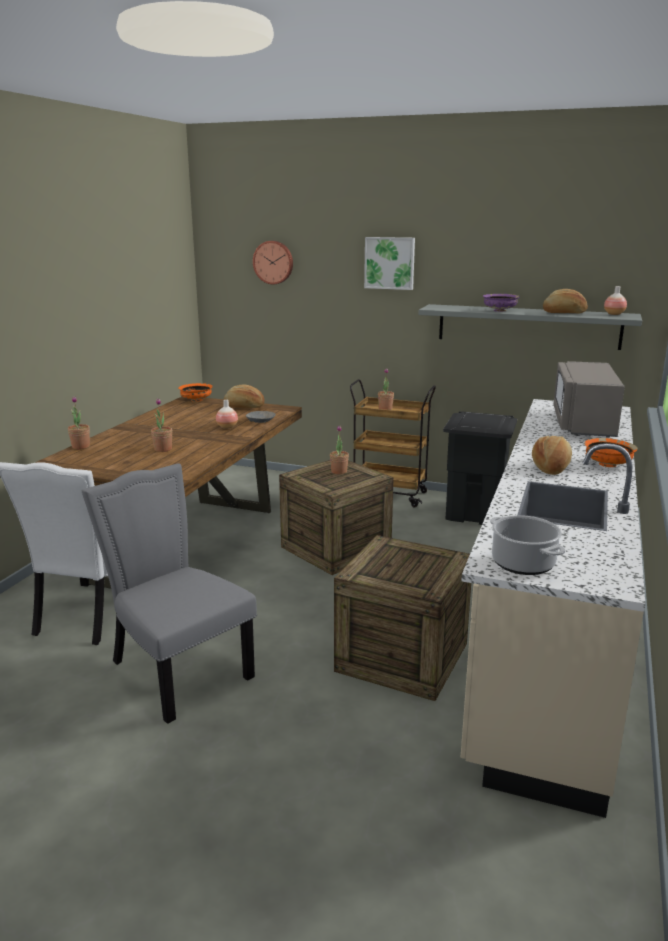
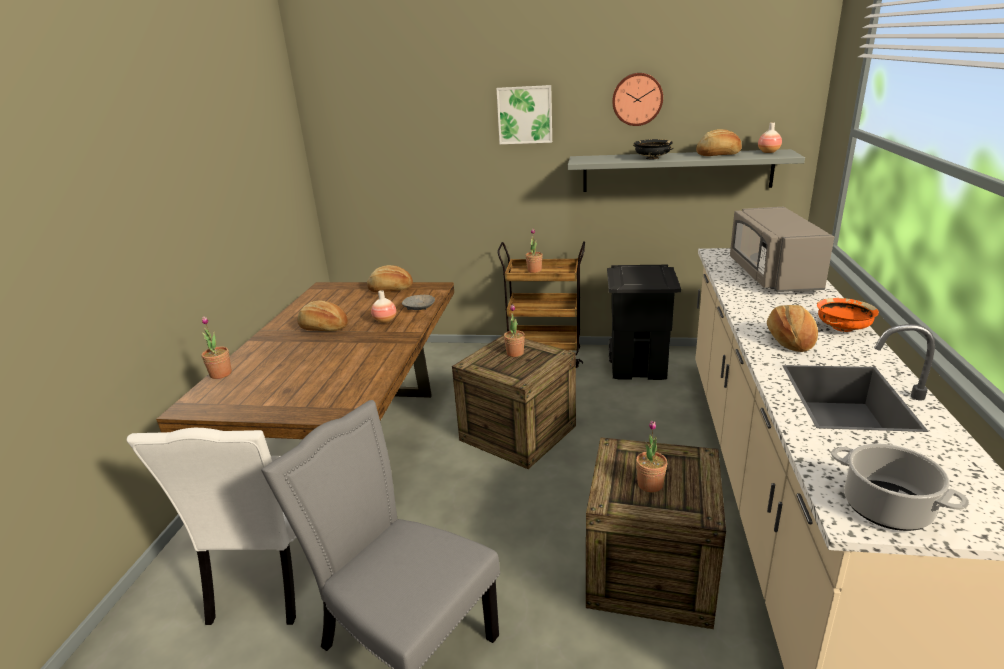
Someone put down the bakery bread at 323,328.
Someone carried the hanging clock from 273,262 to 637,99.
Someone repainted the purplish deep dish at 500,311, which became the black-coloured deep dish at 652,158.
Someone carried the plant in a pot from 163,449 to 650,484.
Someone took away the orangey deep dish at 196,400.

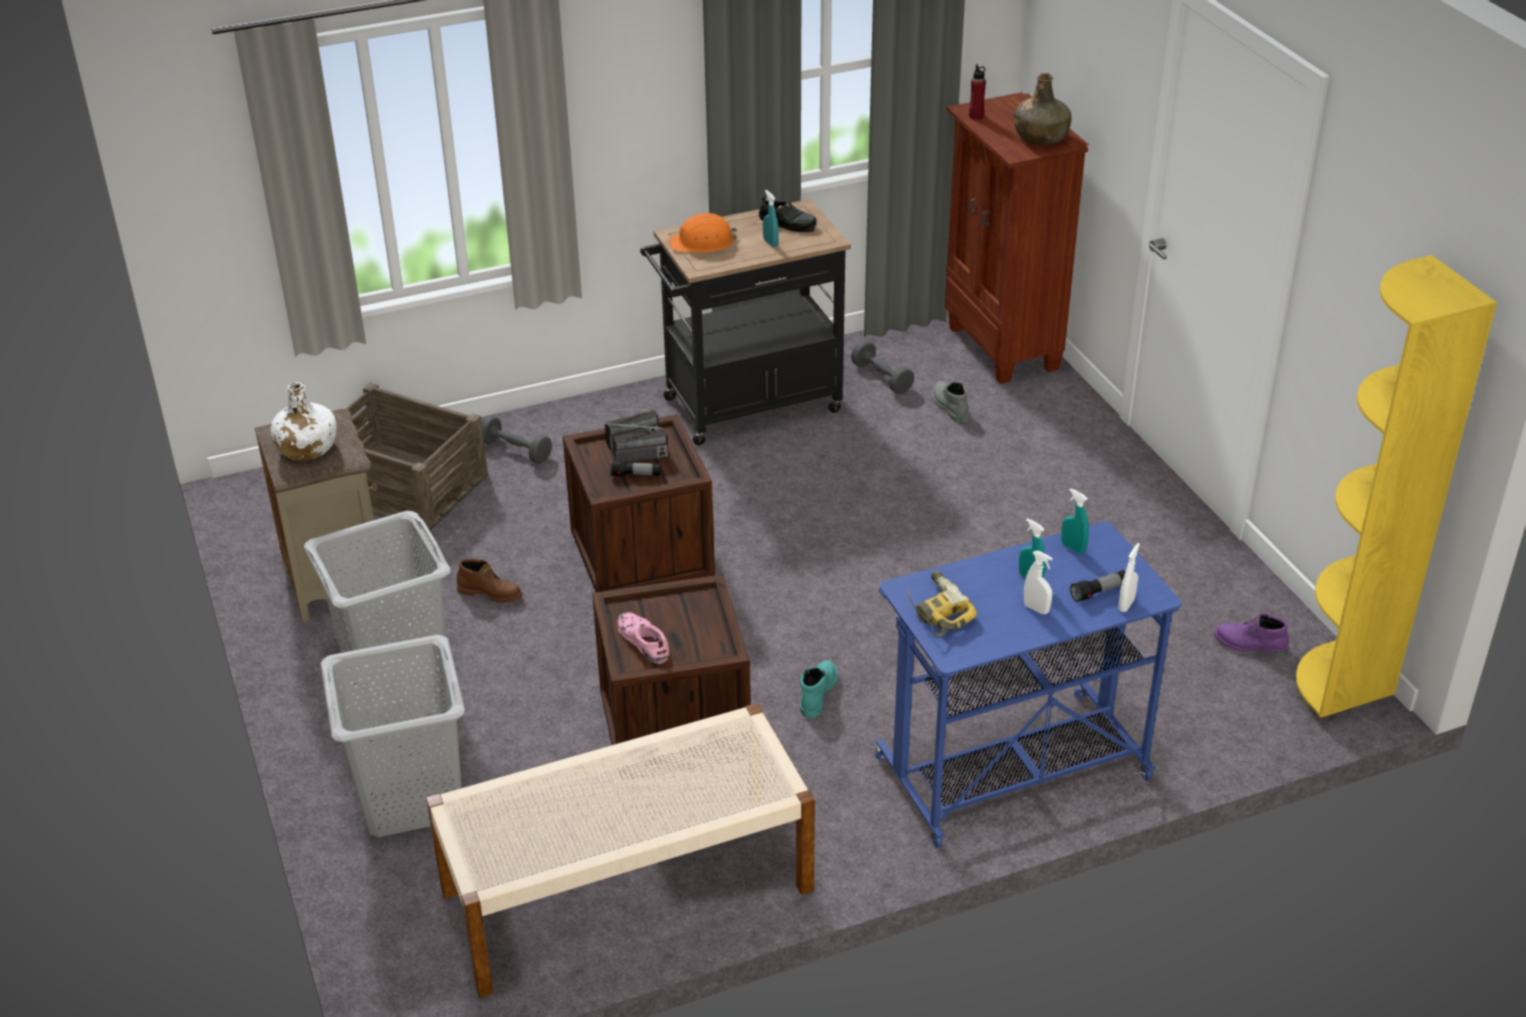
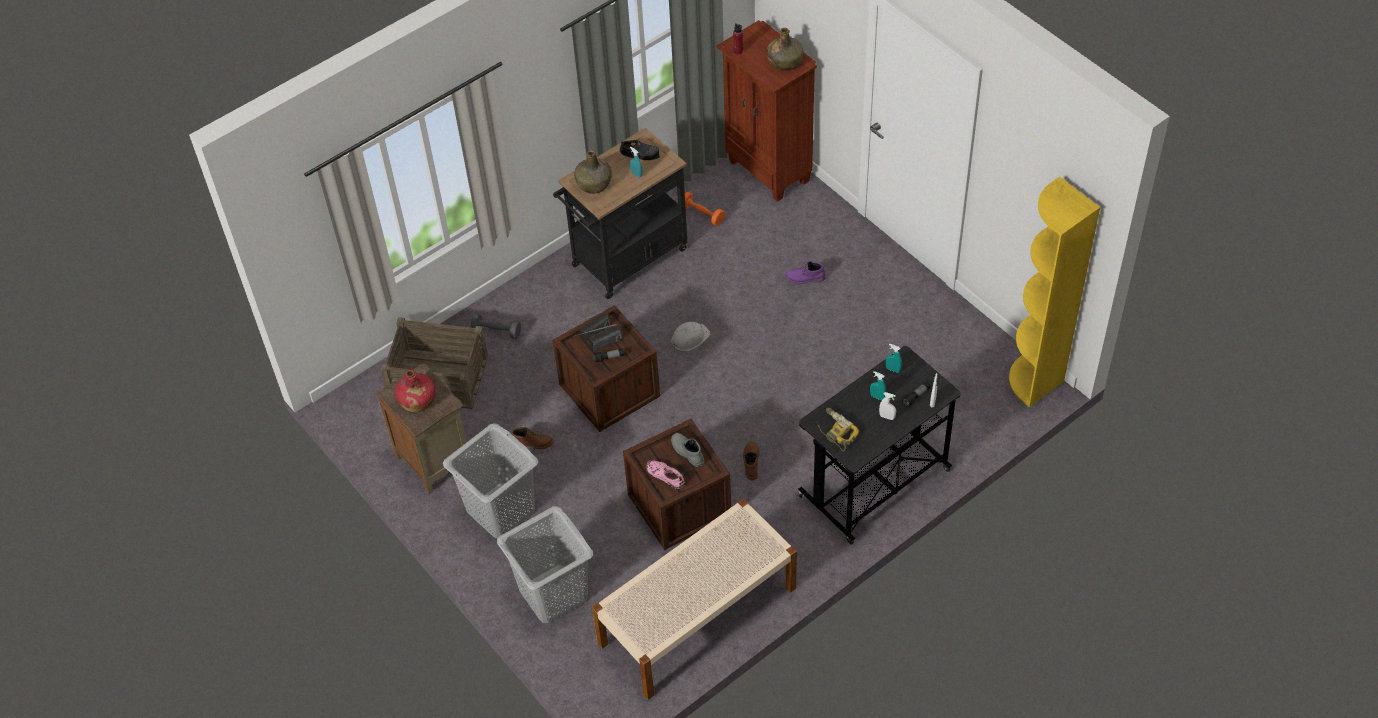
Someone repainted the whitish drink bottle at 306,448, which became the red-coloured drink bottle at 417,400.
Someone swapped the orangey hard hat at 703,242 for the greenish drink bottle at 594,184.
Someone carried the greyish tall boot from 949,406 to 687,452.
Someone put down the whitish hard hat at 689,338.
Someone repainted the greyish free weight at 882,378, which became the orangey free weight at 702,215.
Someone repainted the turquoise-coloured tall boot at 817,693, which became the brown-coloured tall boot at 750,462.
Someone carried the purplish tall boot from 1249,645 to 805,278.
Someone repainted the bluish desk unit at 1012,769, which became the black-coloured desk unit at 874,484.

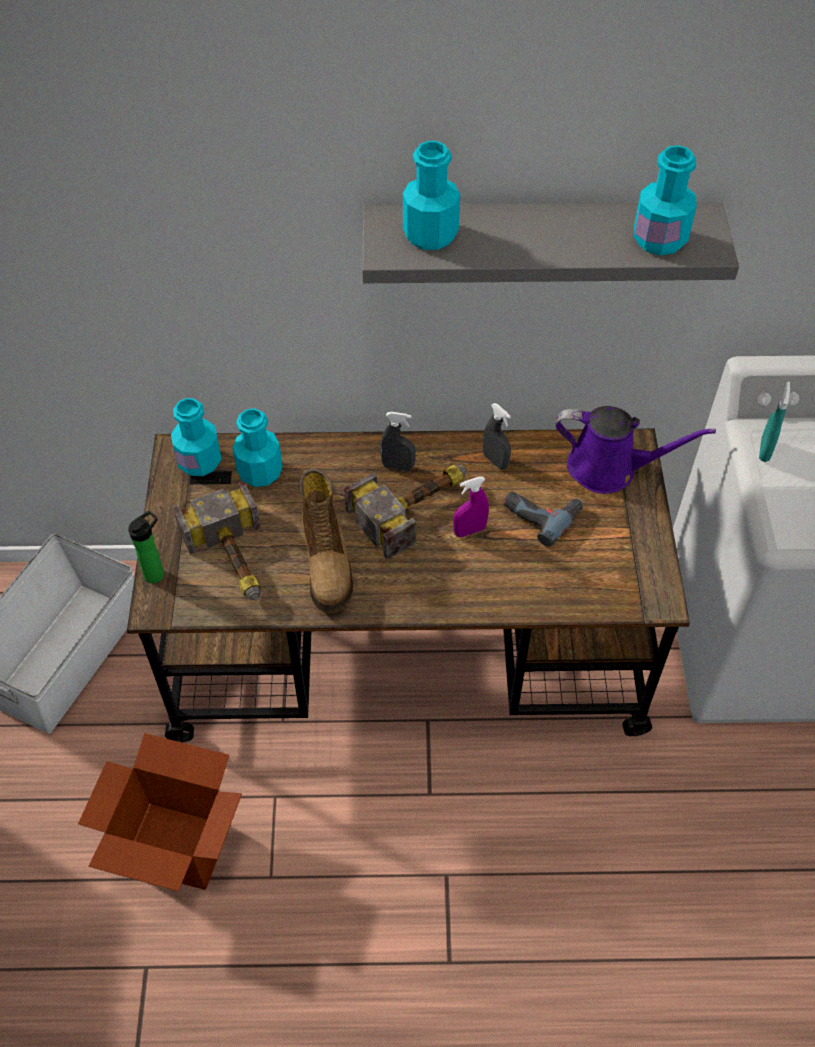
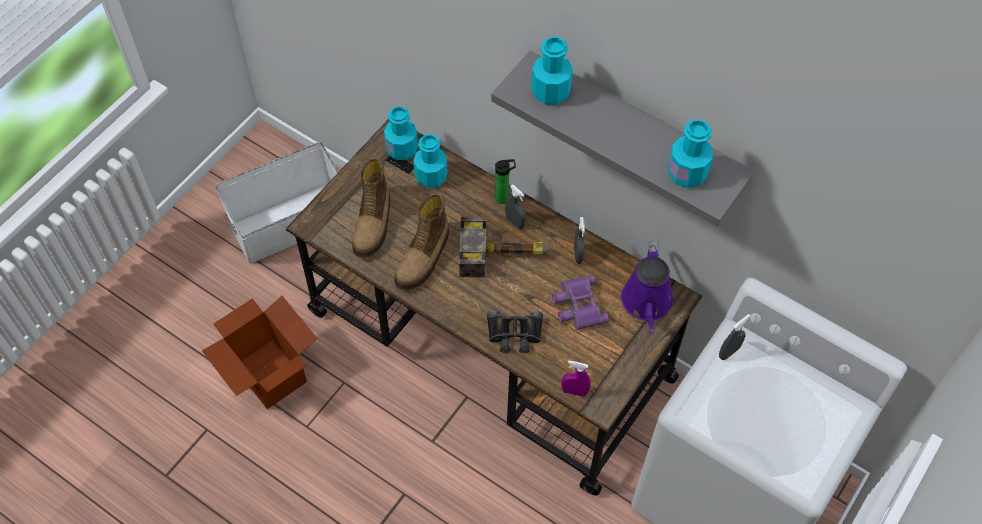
Someone swapped the hand hammer at 235,561 for the tall boot at 373,224.
Someone put down the black-coloured binoculars at 514,334.
Someone carried the drink bottle from 157,573 to 504,198.
Someone swapped the power drill at 541,513 for the purplish binoculars at 577,305.
Someone carried the purplish sprayer from 469,530 to 574,391.
Someone rotated the purplish watering can at 609,468 by 45 degrees clockwise.
Someone repainted the turquoise-coloured sprayer at 765,450, which became the greyish sprayer at 729,352.

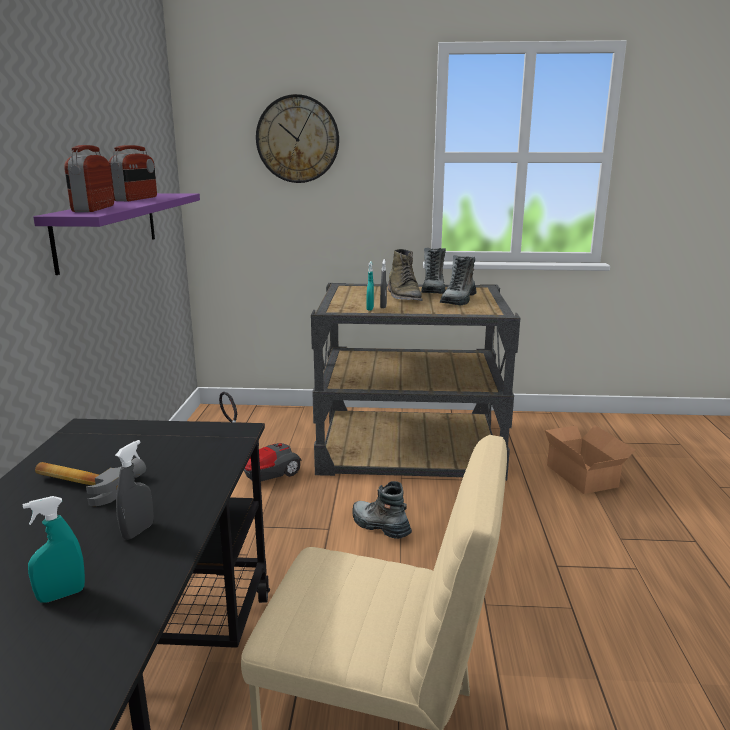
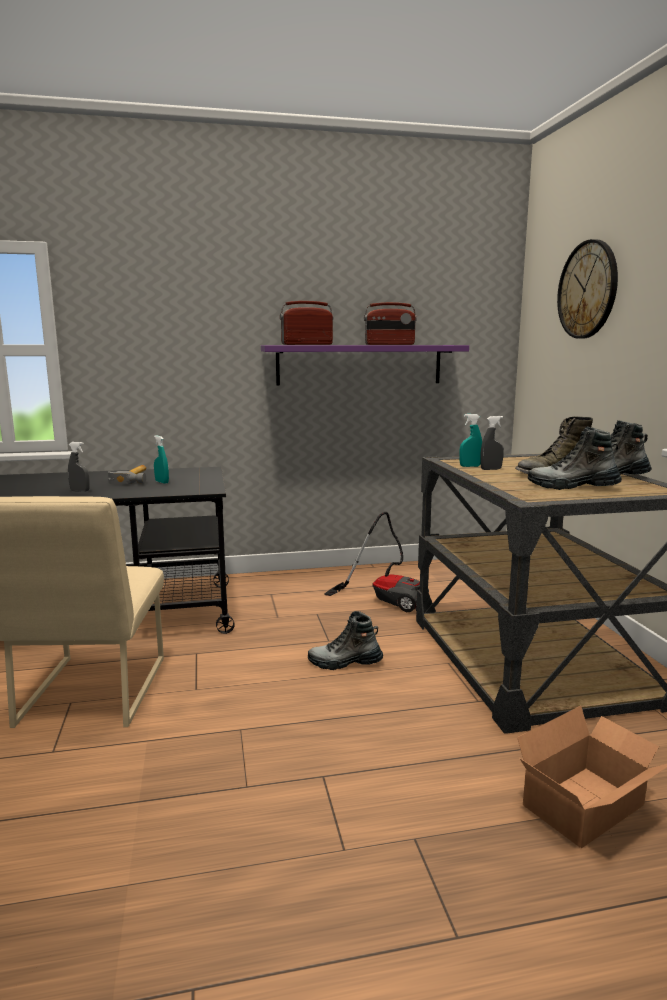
Someone carried the turquoise-coloured sprayer from 61,595 to 162,482.
Someone rotated the tall boot at 380,526 by 120 degrees counterclockwise.

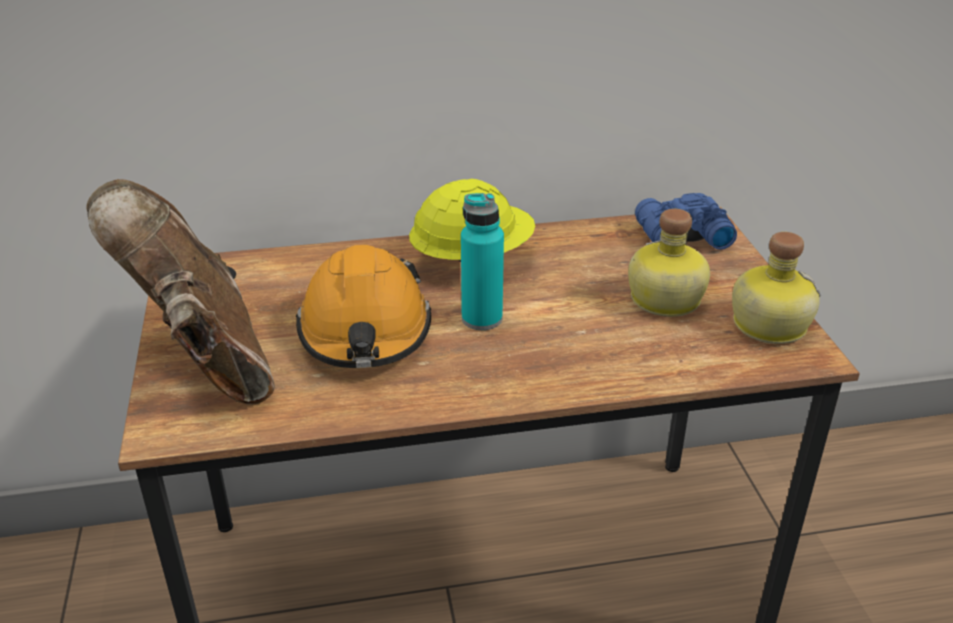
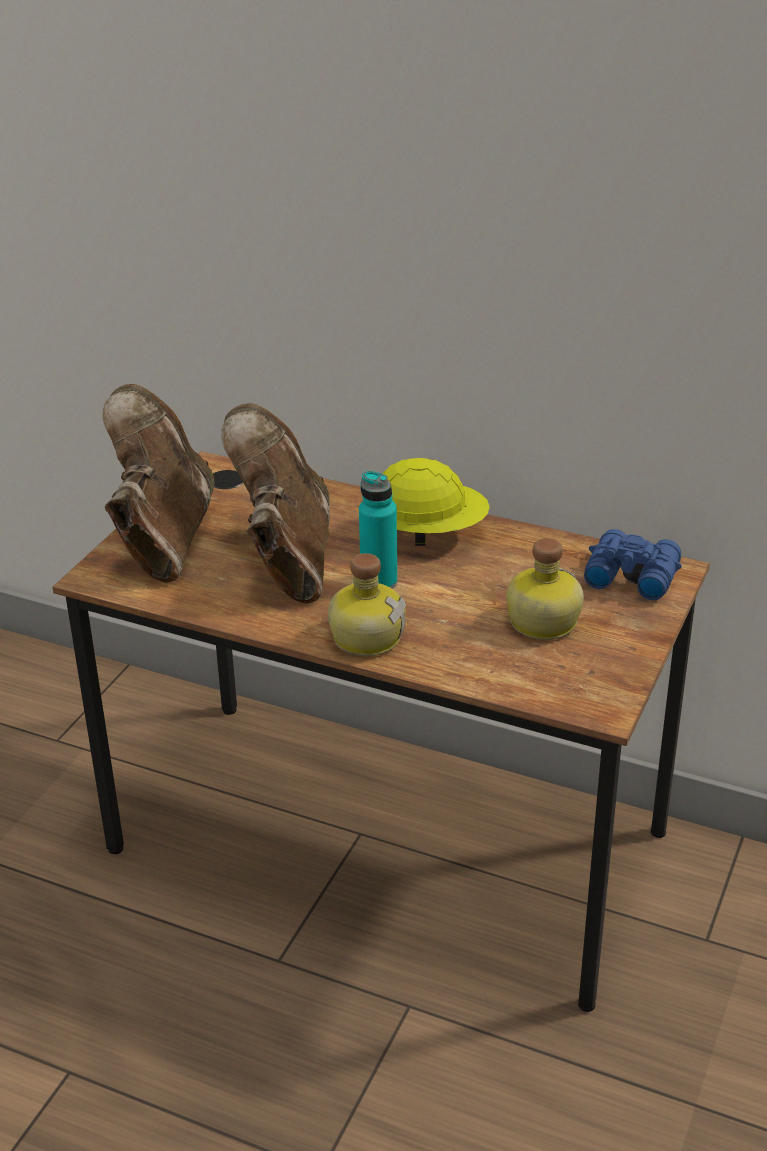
Someone swapped the orangey hard hat at 365,331 for the brown-coloured tall boot at 286,559.
Someone carried the drink bottle from 766,324 to 366,636.

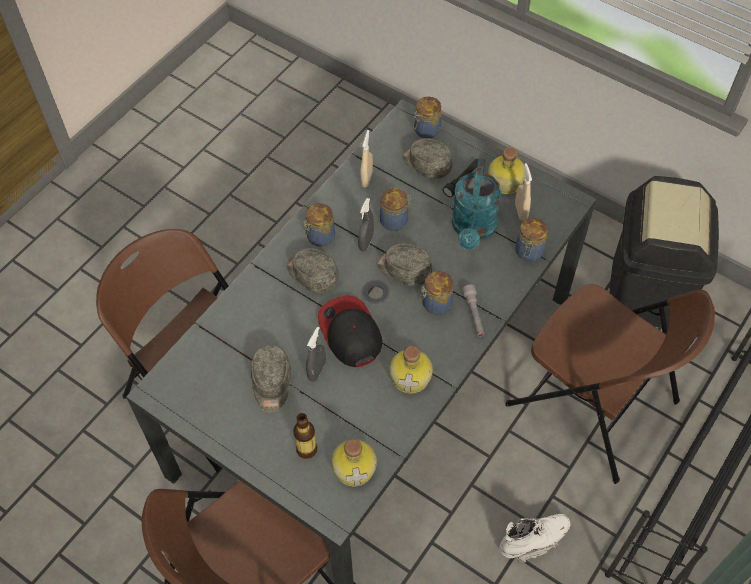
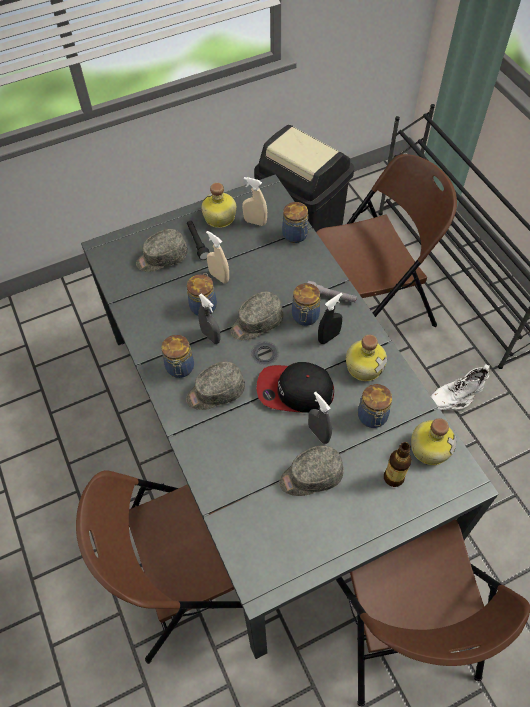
Someone carried the beige-coloured sprayer from 366,179 to 219,277.
Someone rotated the greyish baseball cap at 271,383 by 135 degrees clockwise.
Someone put down the black-coloured sprayer at 328,337.
Someone carried the preserve jar from 426,130 to 372,417.
Someone rotated the whitish tall boot at 533,540 by 120 degrees counterclockwise.
Someone took away the turquoise-coloured watering can at 473,230.

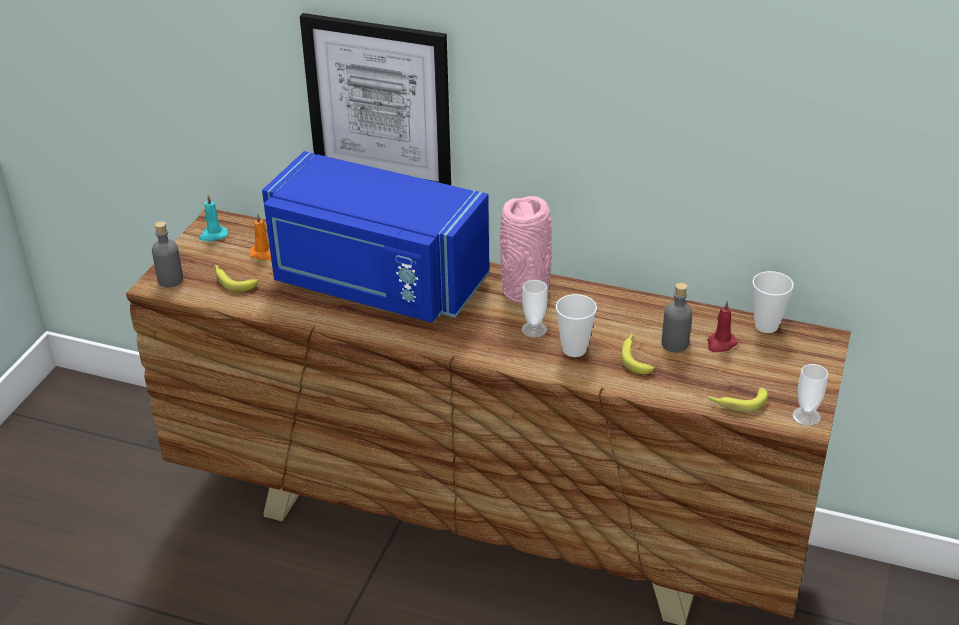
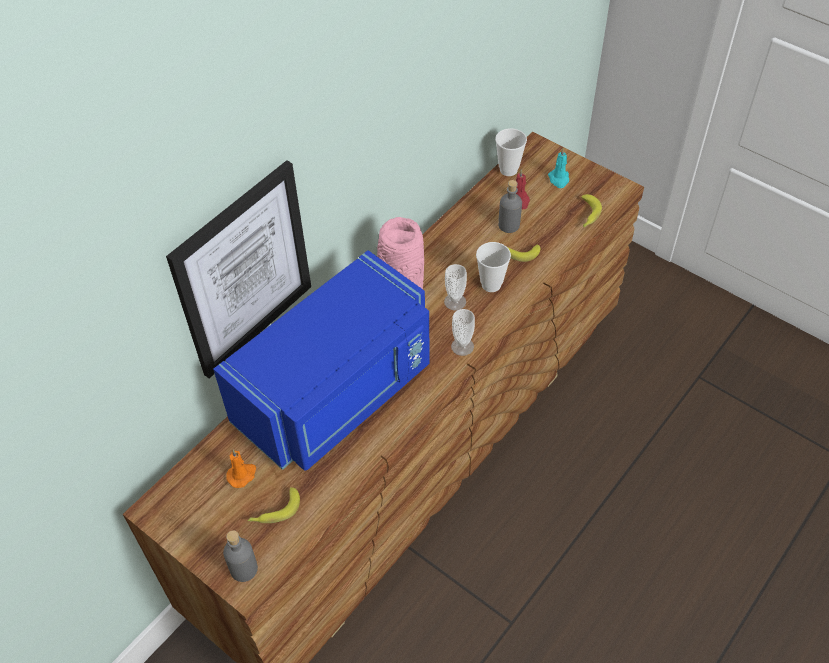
Someone carried the cup from 806,416 to 462,346.
Someone carried the turquoise-coloured wax light from 213,235 to 559,179.

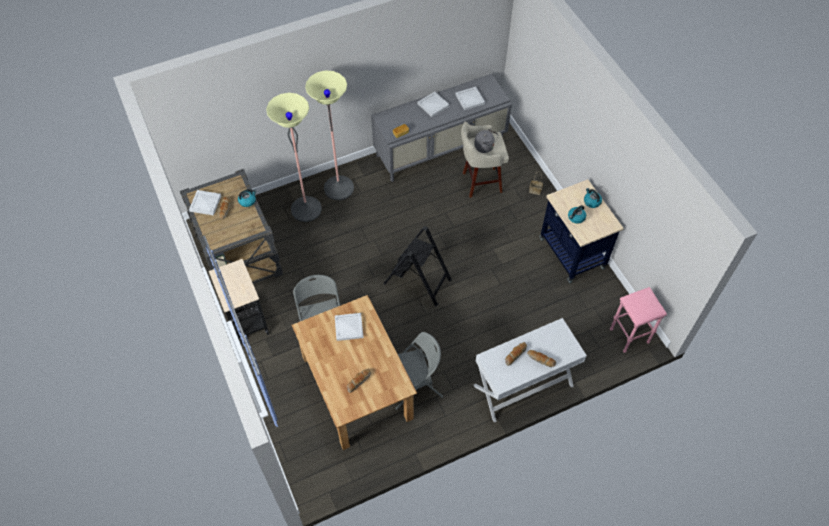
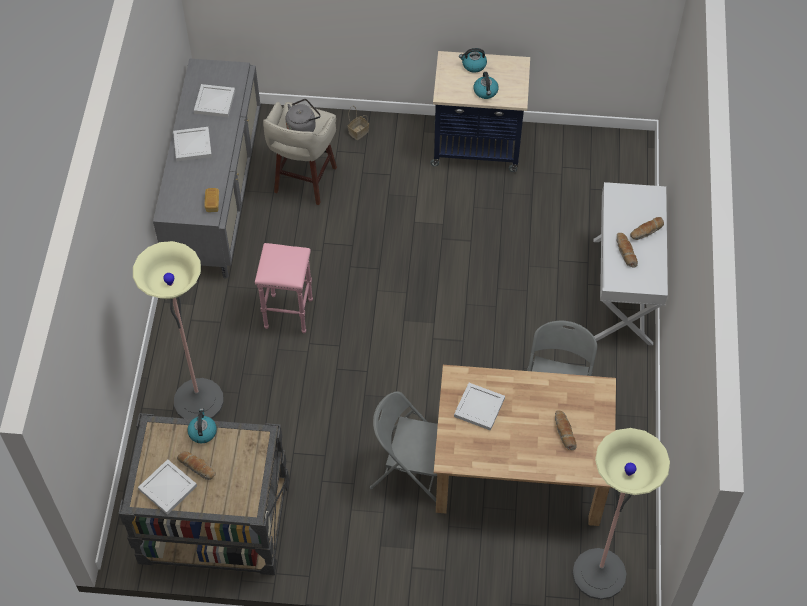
Someone carried the pink-coloured stool seat from 629,336 to 289,314.
Someone carried the standard lamp from 339,188 to 599,574.
Someone took away the cart at 245,320.
Someone took away the black-coloured stepladder at 418,282.

